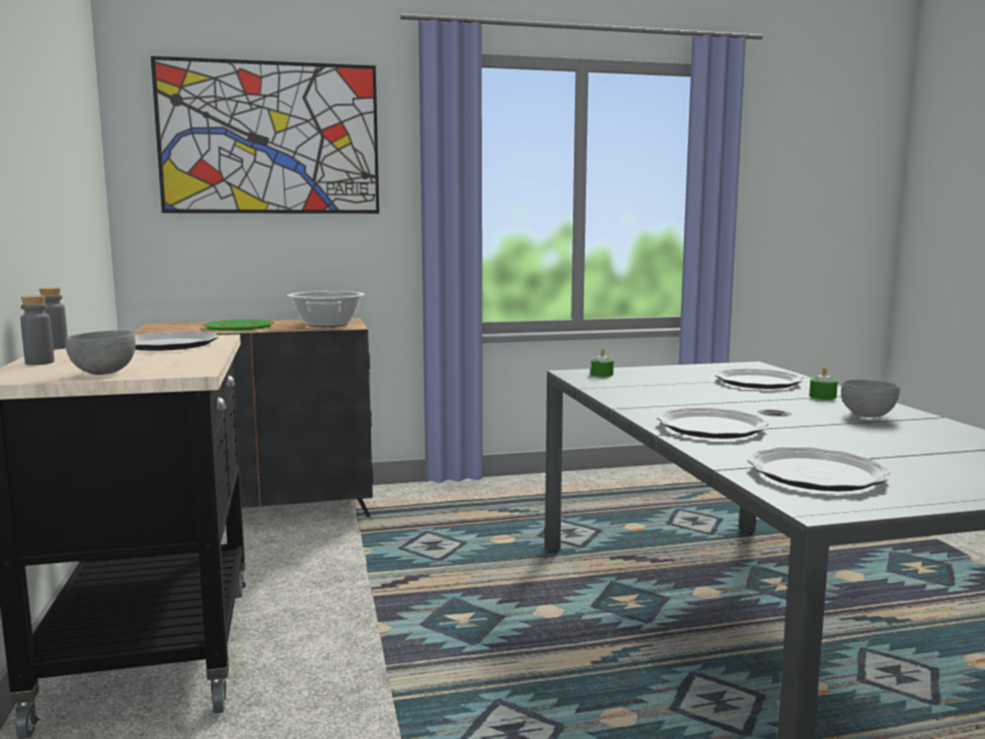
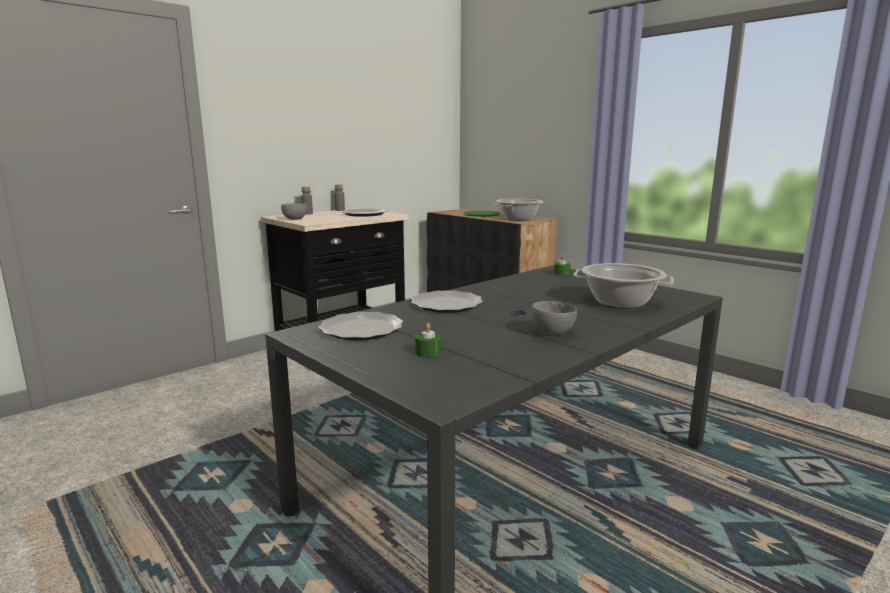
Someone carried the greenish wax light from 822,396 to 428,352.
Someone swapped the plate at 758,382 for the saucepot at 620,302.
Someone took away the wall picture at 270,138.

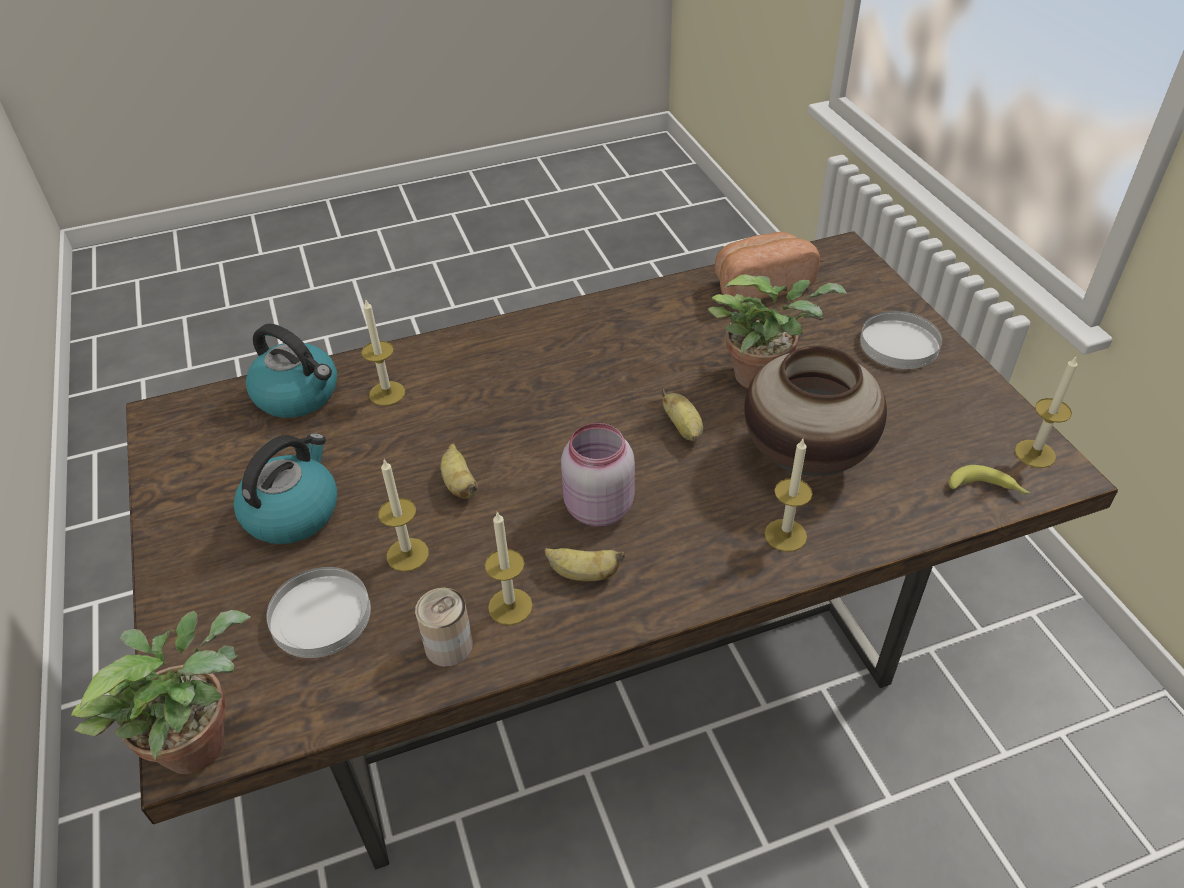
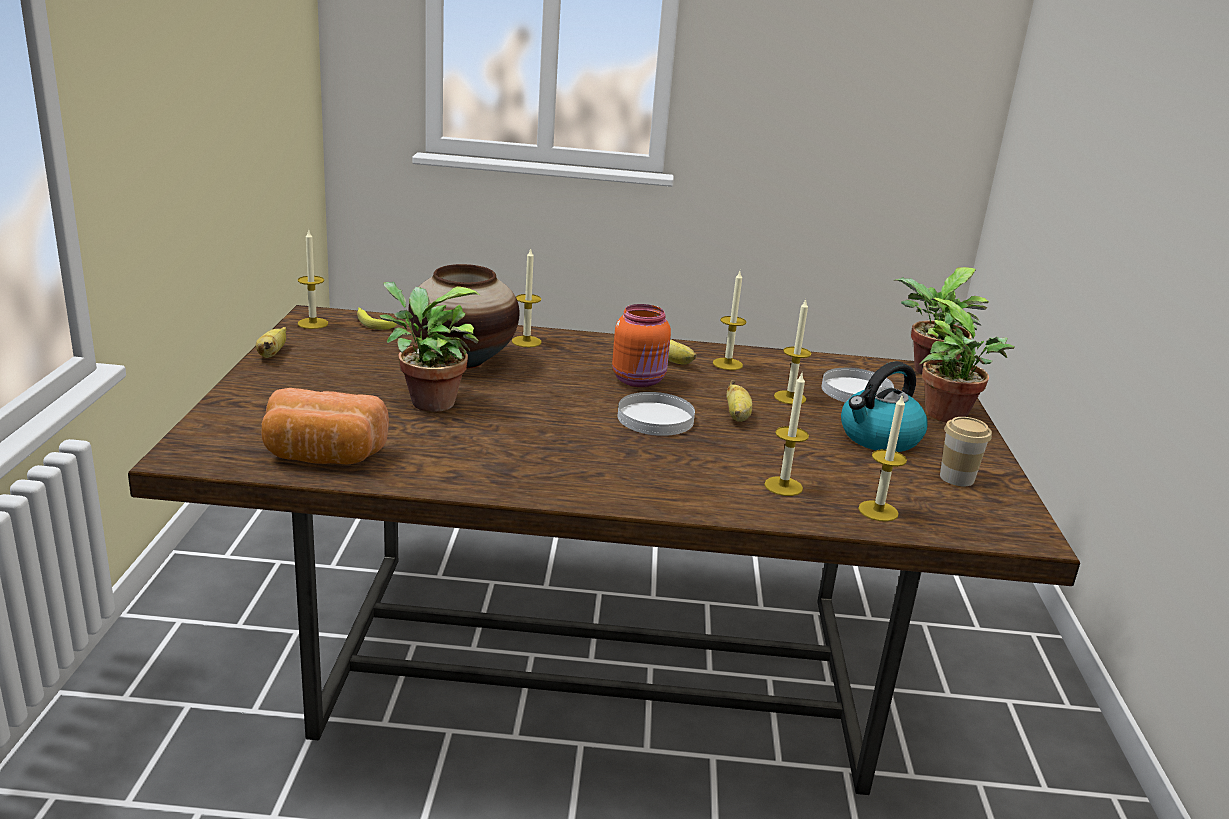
Someone carried the banana from 683,428 to 272,354.
Someone repainted the pink-coloured preserve jar at 596,508, which became the orangey preserve jar at 640,380.
Someone carried the whitish plate from 898,343 to 656,418.
Someone swapped the water kettle at 298,395 for the wax light at 878,511.
Someone put down the plant in a pot at 950,417.
Someone put down the cup at 957,478.
Someone took away the metal can at 448,645.

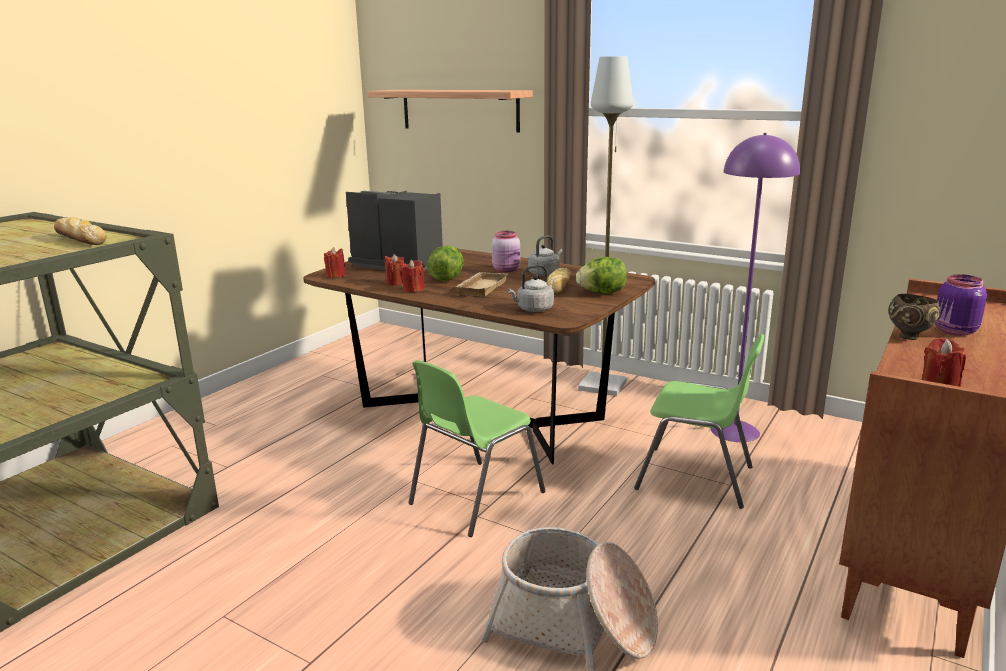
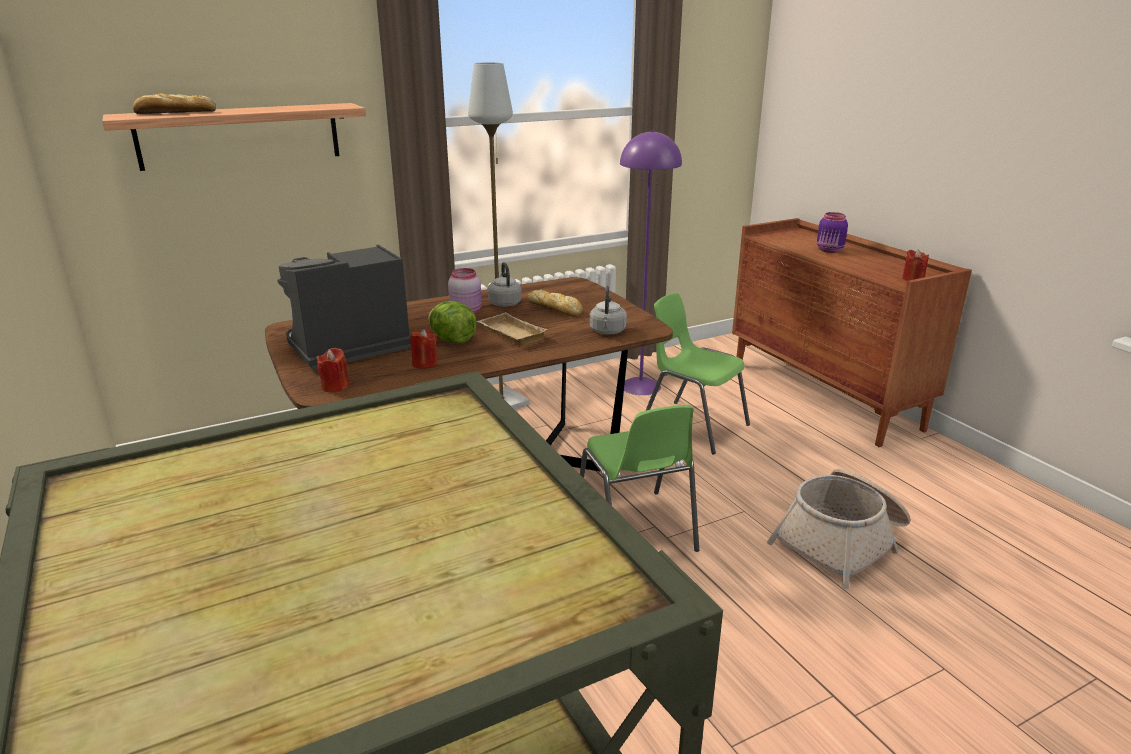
Someone carried the bakery bread from 80,239 to 174,113.
Someone rotated the greenish plain chair at 696,478 by 105 degrees counterclockwise.
Someone took away the red-coloured wax light at 413,290.
Someone took away the lettuce at 602,293.
Someone took away the brown-coloured deep dish at 910,337.

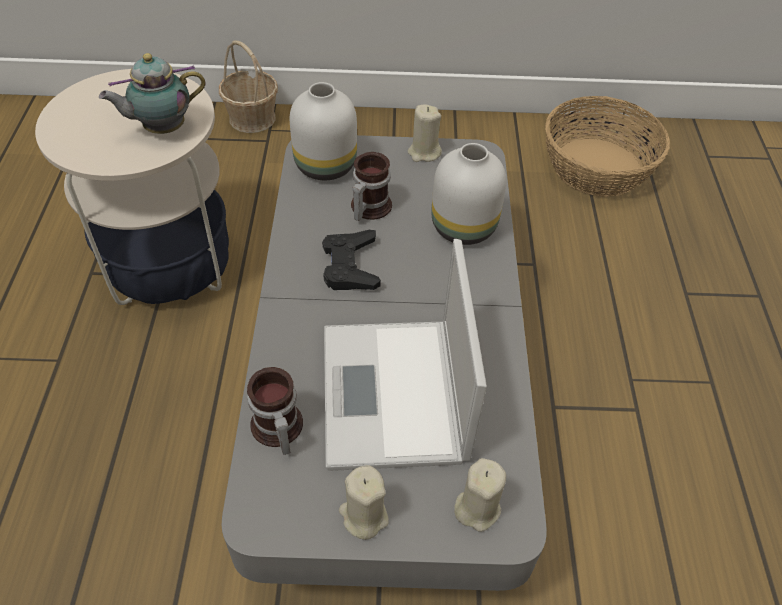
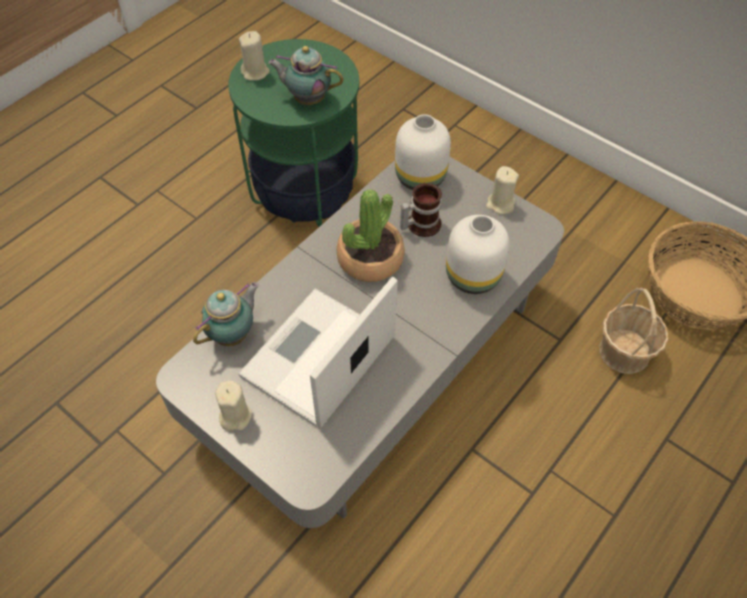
Someone swapped the mug at 276,429 for the pot for tea at 233,334.
Someone repainted the beige-coloured accent table at 170,266, which became the greenish accent table at 305,193.
Someone carried the beige-coloured wax light from 477,508 to 255,72.
Someone swapped the black-coloured joypad at 350,266 for the plant in a pot at 370,258.
Someone carried the household basket from 252,118 to 624,351.

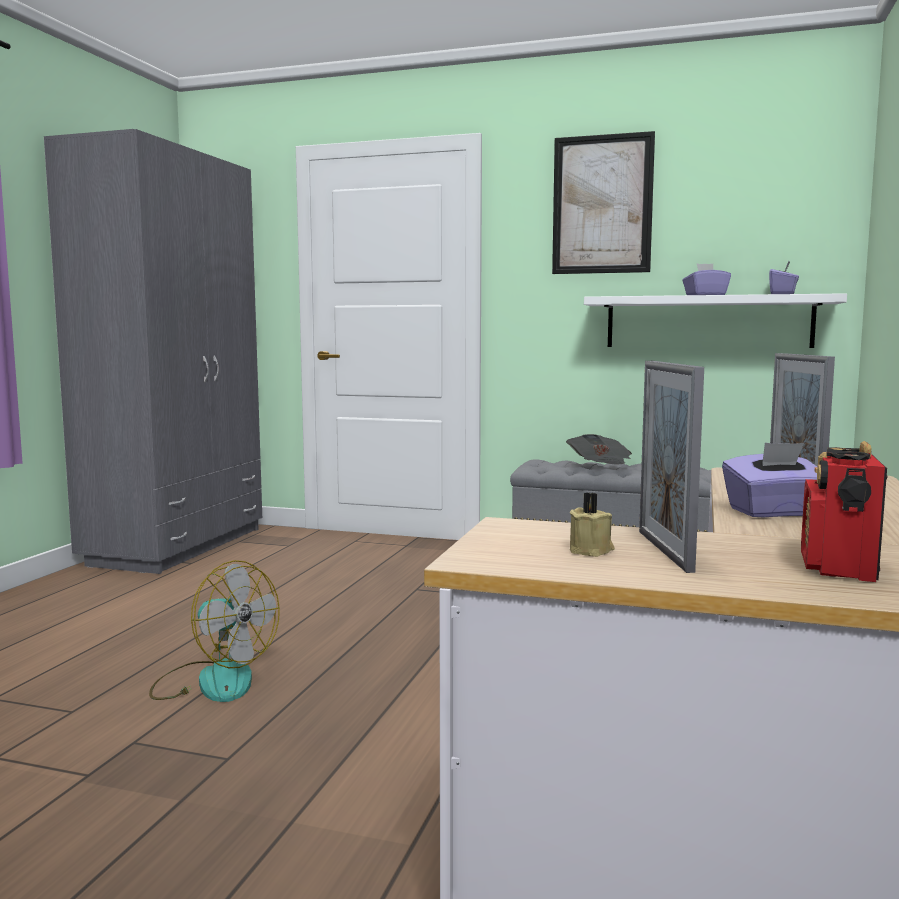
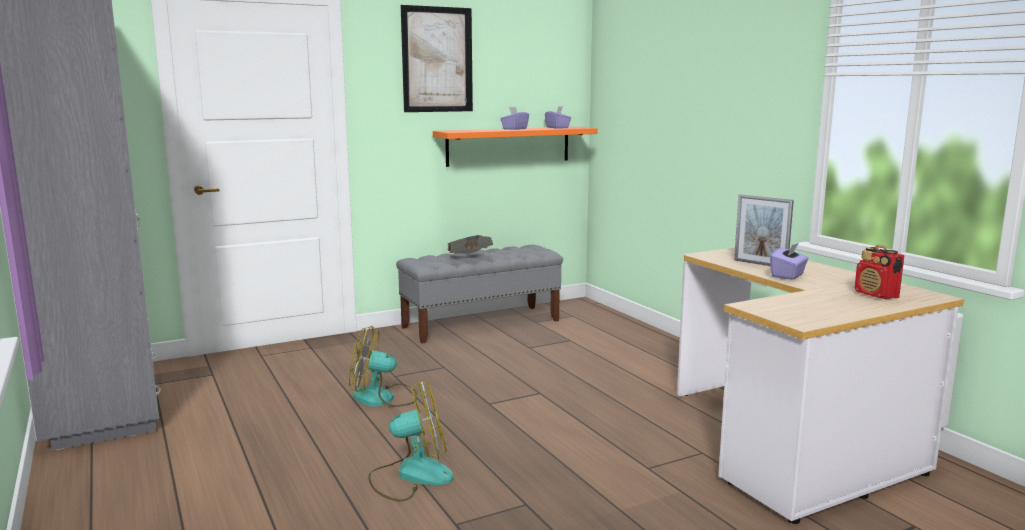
Someone put down the cooling fan at 383,398.
Someone repainted the whitish shelf at 708,322, which became the orangey shelf at 508,146.
Someone took away the beige-coloured wax light at 591,550.
Someone took away the standing frame at 664,550.

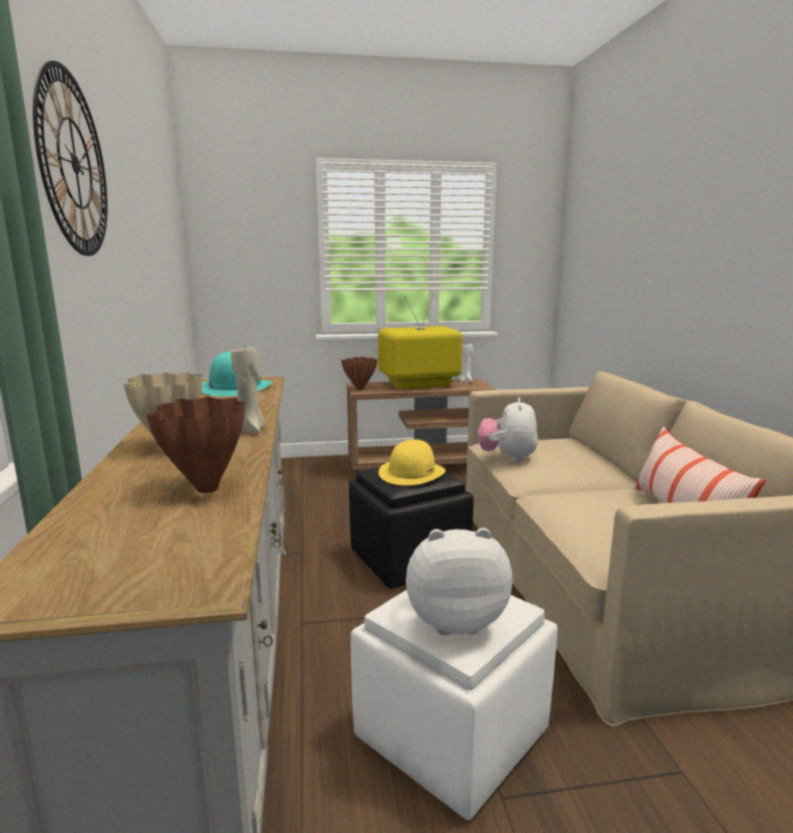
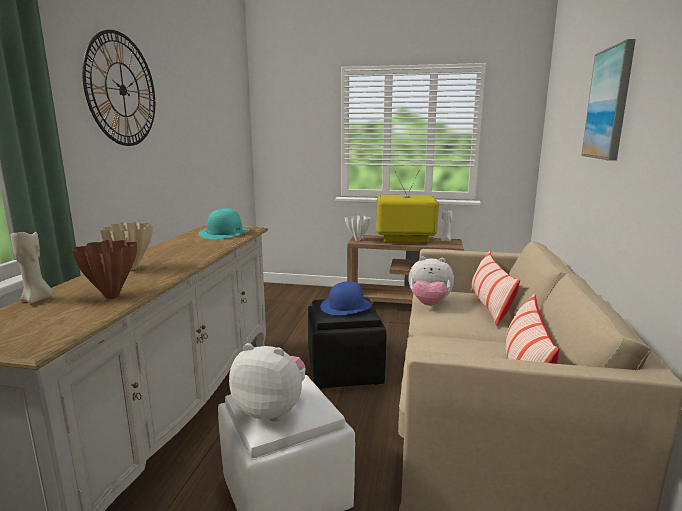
Someone carried the beige-coloured wax light from 251,431 to 37,299.
Someone repainted the yellow hat at 412,472, which became the bluish hat at 346,306.
Someone repainted the brown-coloured vase at 360,389, which became the whitish vase at 358,240.
Someone rotated the cuddly toy at 507,458 by 105 degrees counterclockwise.
Someone put down the pillow at 489,306.
Someone put up the wall picture at 609,104.

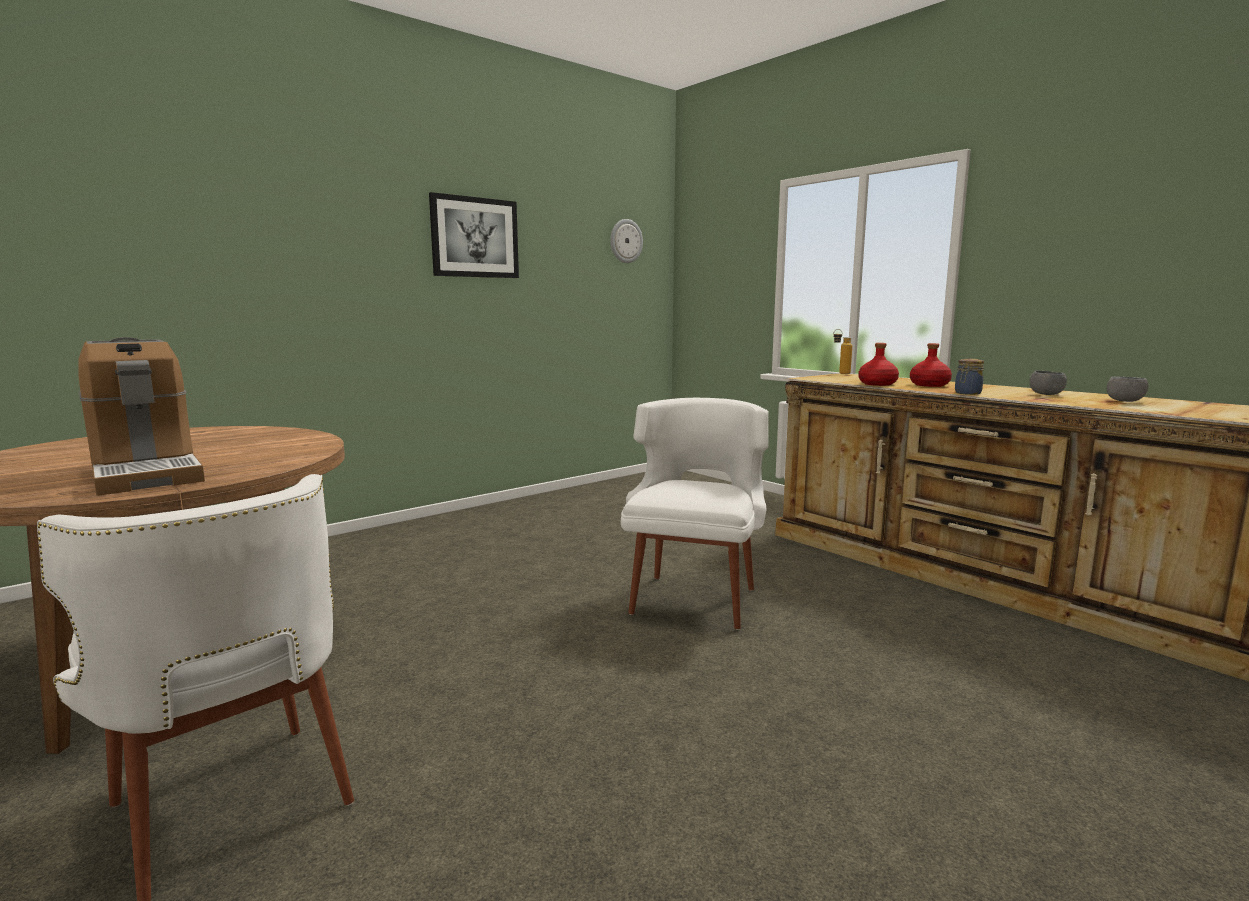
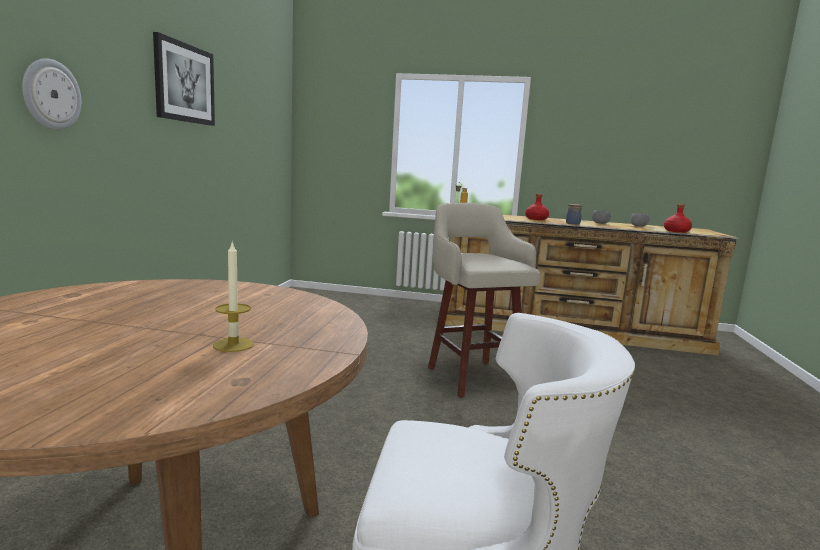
Someone carried the hanging clock from 625,241 to 51,95.
Someone swapped the coffee maker at 146,473 for the wax light at 233,345.
Someone swapped the whitish plain chair at 693,602 for the beige-coloured stool seat at 472,376.
Someone carried the red-coloured drink bottle from 877,384 to 676,231.

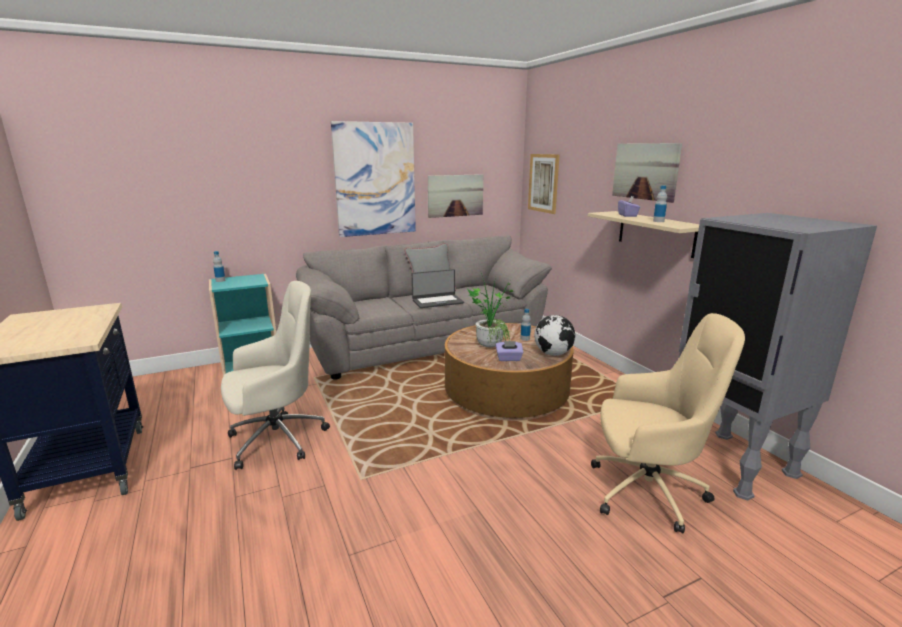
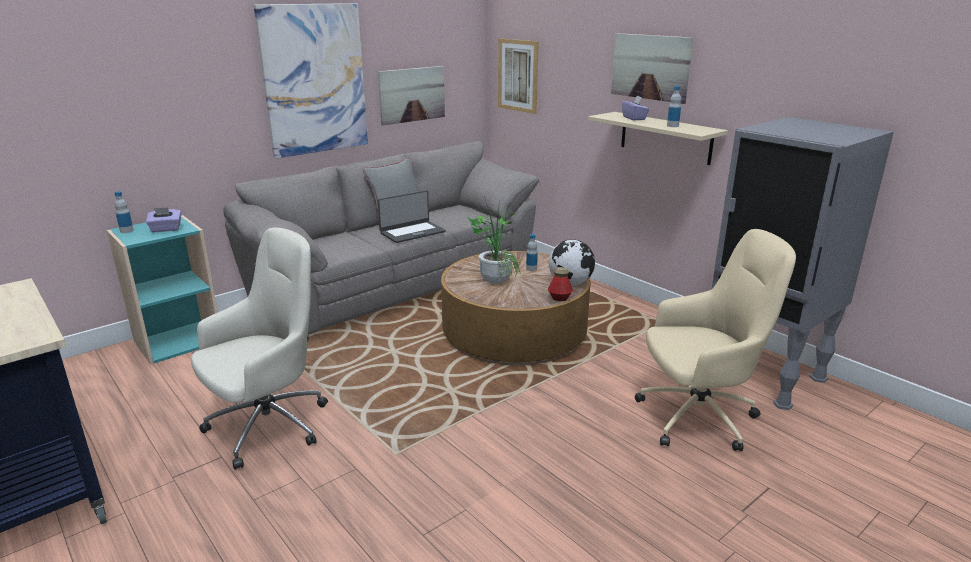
Someone carried the purplish tissue box from 509,359 to 166,229.
Someone put down the drink bottle at 559,298.

